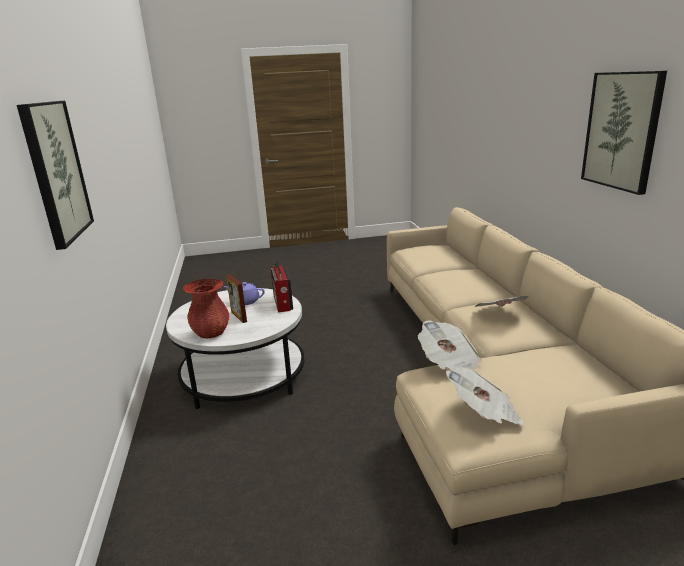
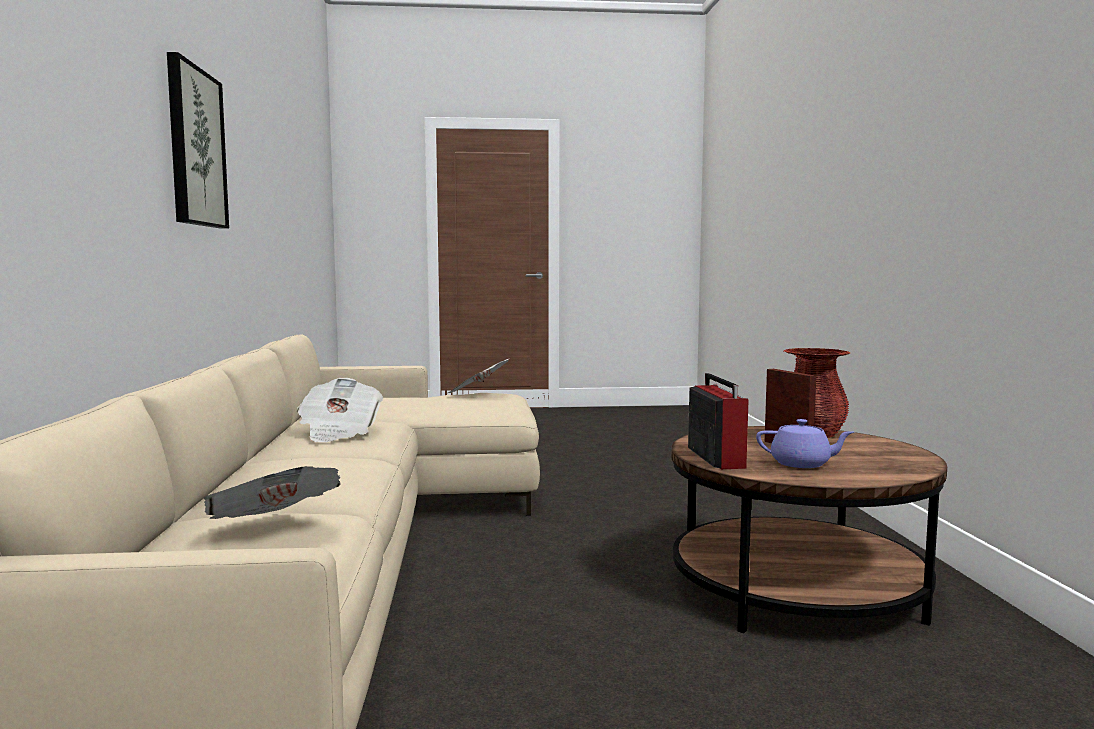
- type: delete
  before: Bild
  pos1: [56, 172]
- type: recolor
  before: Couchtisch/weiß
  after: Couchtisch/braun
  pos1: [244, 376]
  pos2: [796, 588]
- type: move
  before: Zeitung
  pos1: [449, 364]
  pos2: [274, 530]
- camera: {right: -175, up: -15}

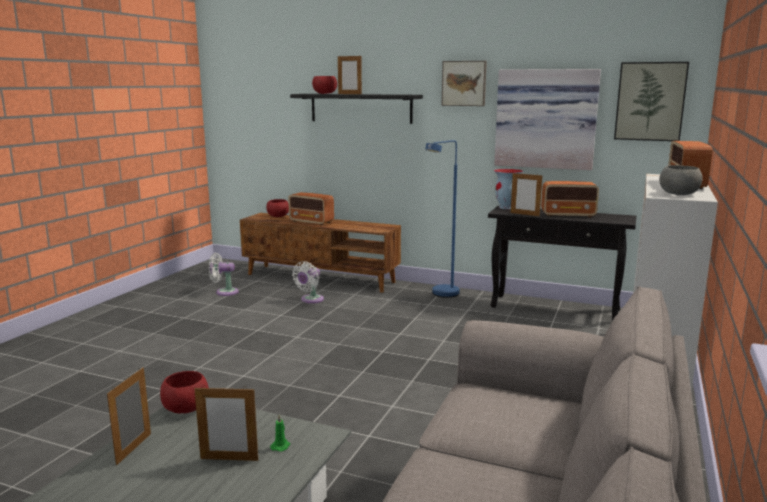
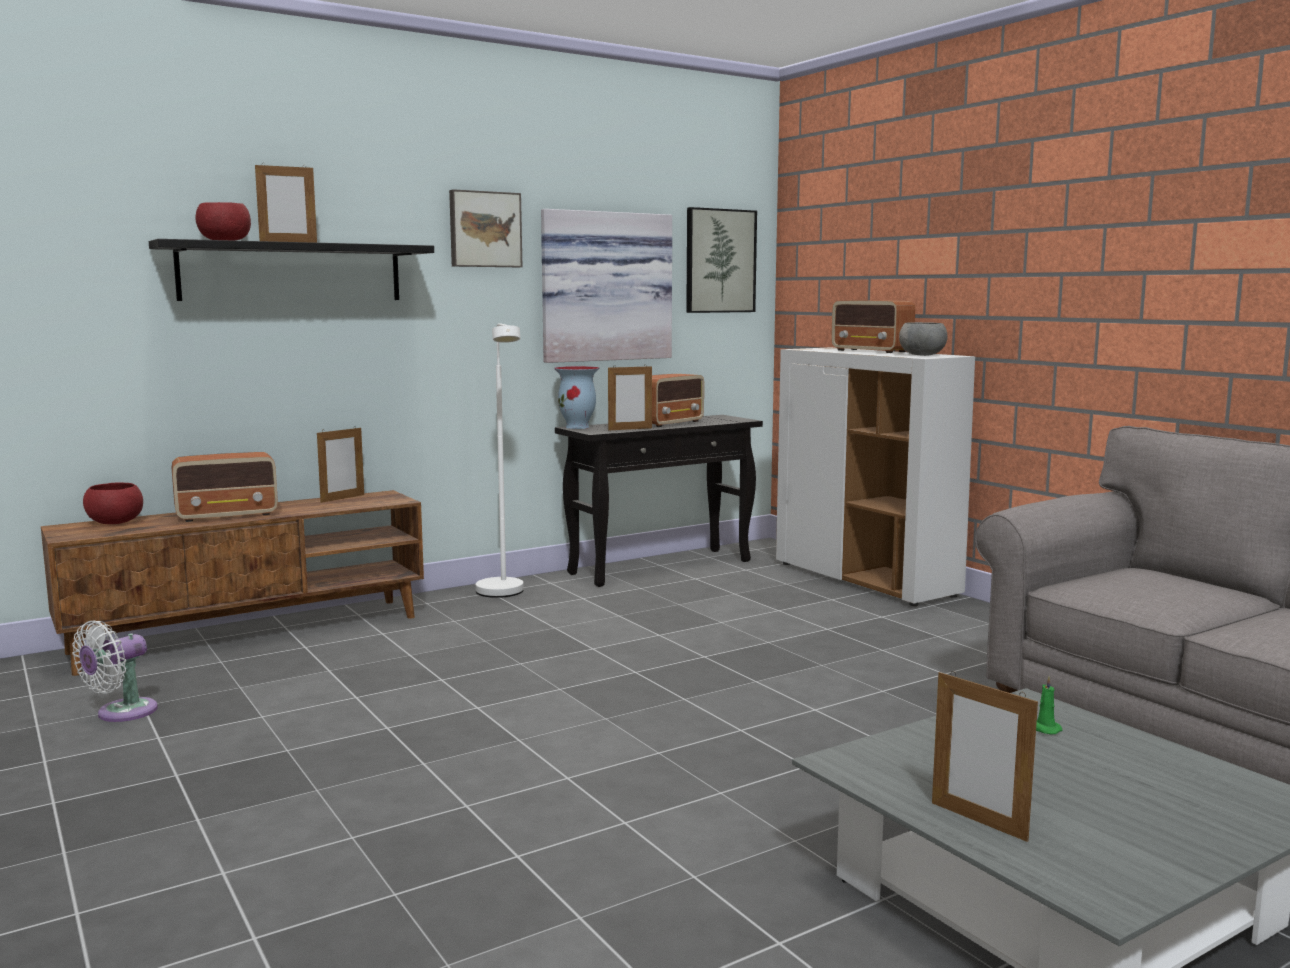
- type: recolor
  before: Stehlampe/blau
  after: Stehlampe/weiß
  pos1: [442, 295]
  pos2: [503, 594]
- type: delete
  before: Ventilator/weiß
  pos1: [310, 300]
- type: delete
  before: Schüssel/rot
  pos1: [185, 408]
- type: move
  before: Bilderrahmen
  pos1: [229, 459]
  pos2: [342, 498]
- camera: {right: -55, up: -5}

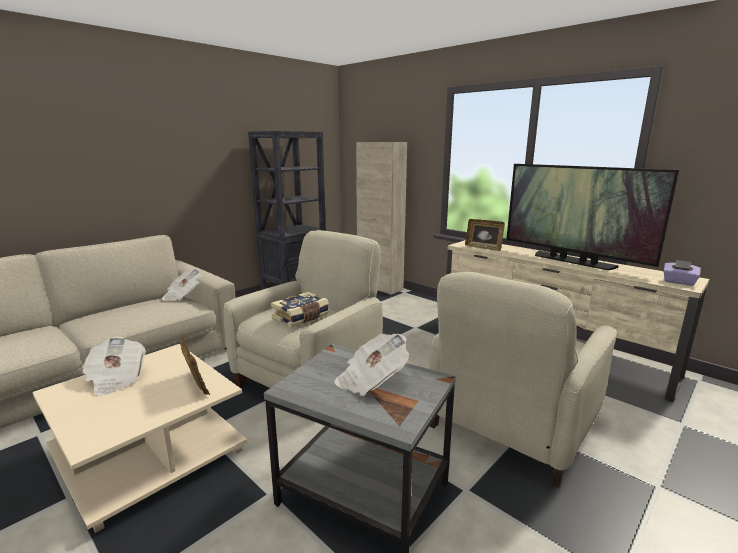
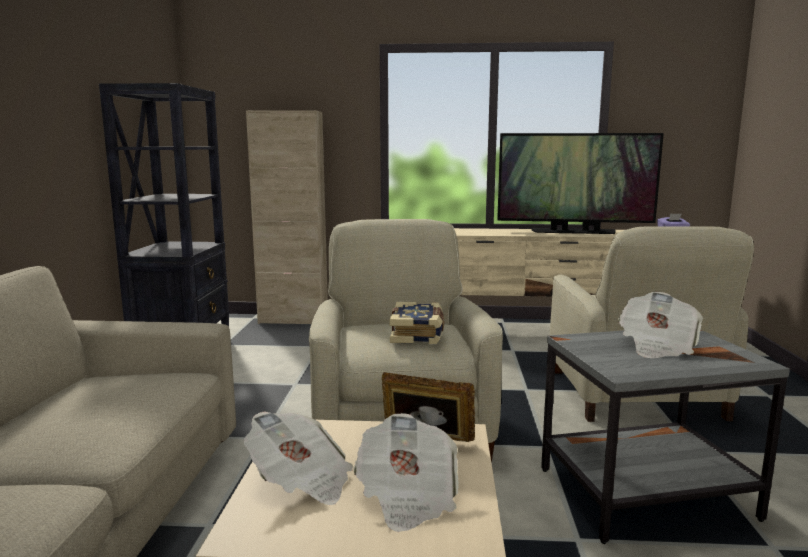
- type: delete
  before: Bilderrahmen
  pos1: [483, 248]
- type: move
  before: Zeitung
  pos1: [183, 295]
  pos2: [407, 497]
- camera: {right: -40, up: -5}

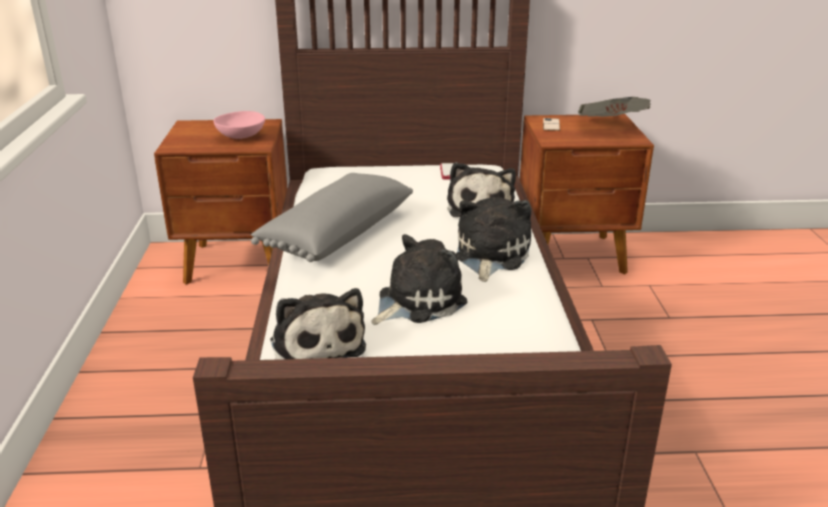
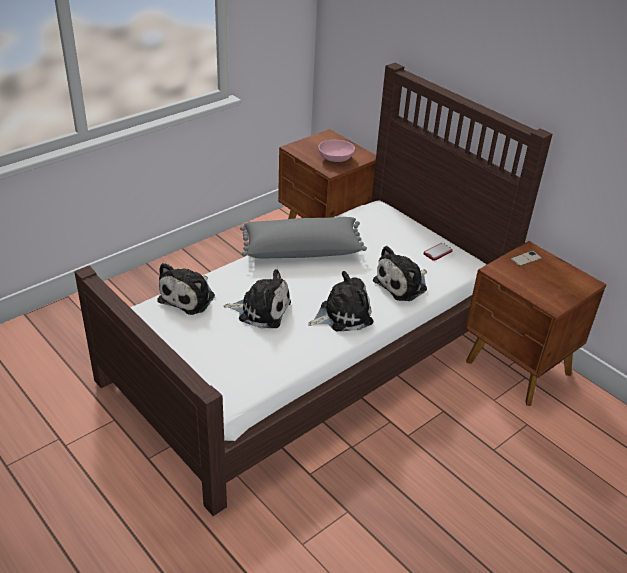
- type: delete
  before: Zeitung
  pos1: [611, 127]
- camera: {right: 50, up: 10}

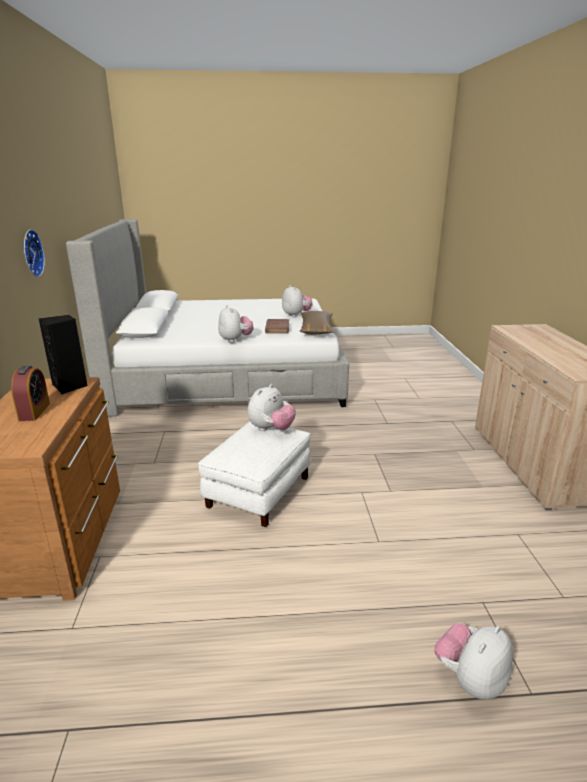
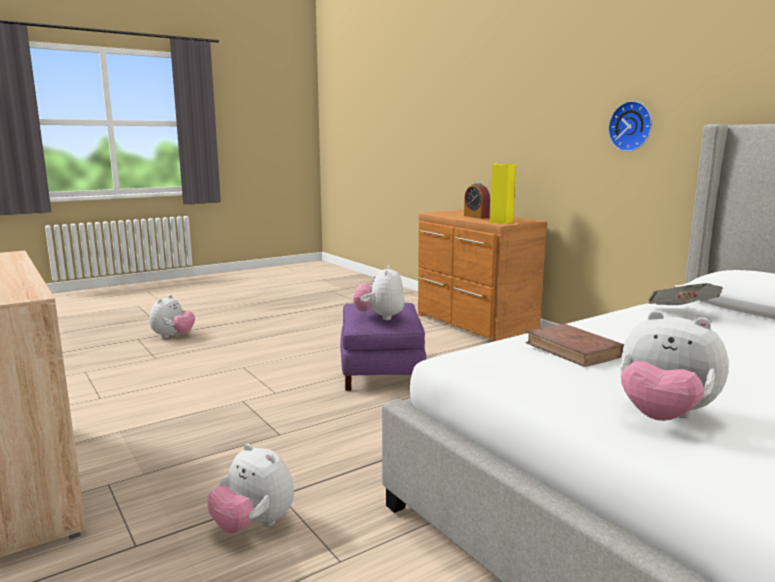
- type: move
  before: Plüschtier
  pos1: [235, 340]
  pos2: [254, 525]
- type: delete
  before: Kissen/braun
  pos1: [316, 329]
- type: recolor
  before: Lautsprecher/schwarz
  after: Lautsprecher/gelb
  pos1: [70, 386]
  pos2: [499, 222]
- type: recolor
  before: Polsterhocker/weiß
  after: Polsterhocker/lila
  pos1: [258, 491]
  pos2: [382, 371]
- type: insert
  after: Zeitung
  pos2: [681, 313]
- camera: {right: 150, up: -10}

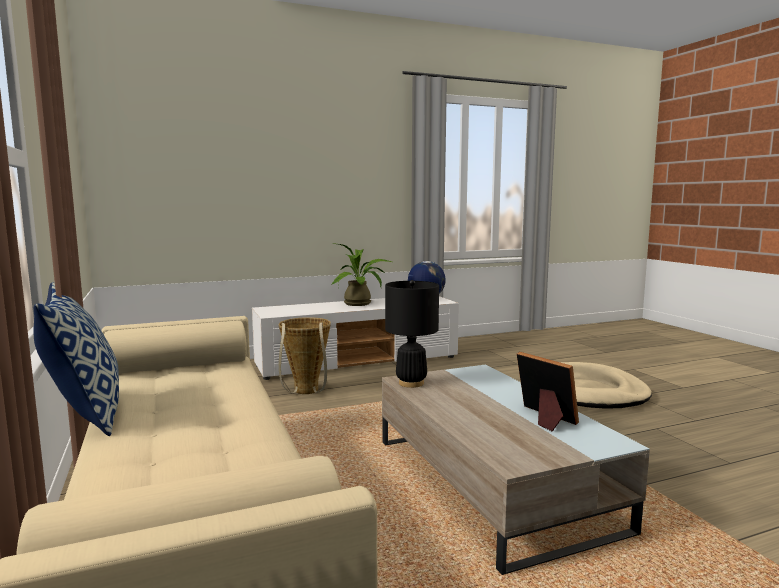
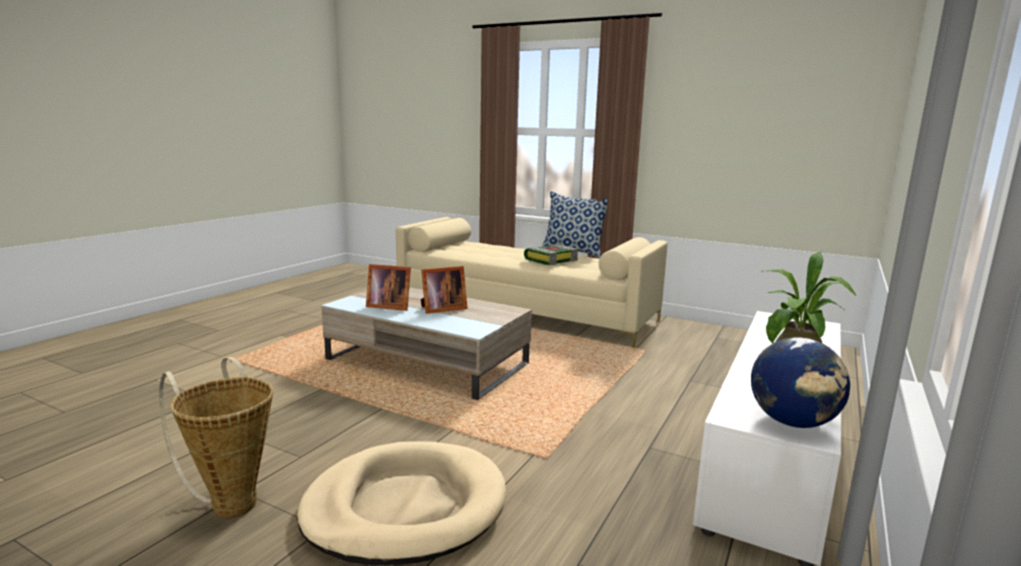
- type: delete
  before: Tischlampe/schwarz
  pos1: [411, 383]
- type: move
  before: Korb
  pos1: [305, 393]
  pos2: [231, 501]
- type: insert
  after: Buch
  pos2: [551, 260]
- type: insert
  after: Bilderrahmen
  pos2: [441, 309]
- camera: {right: 140, up: 5}

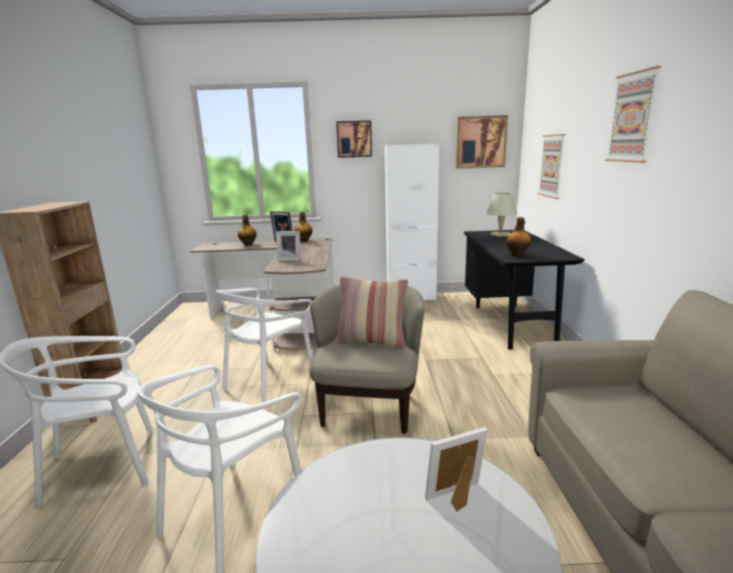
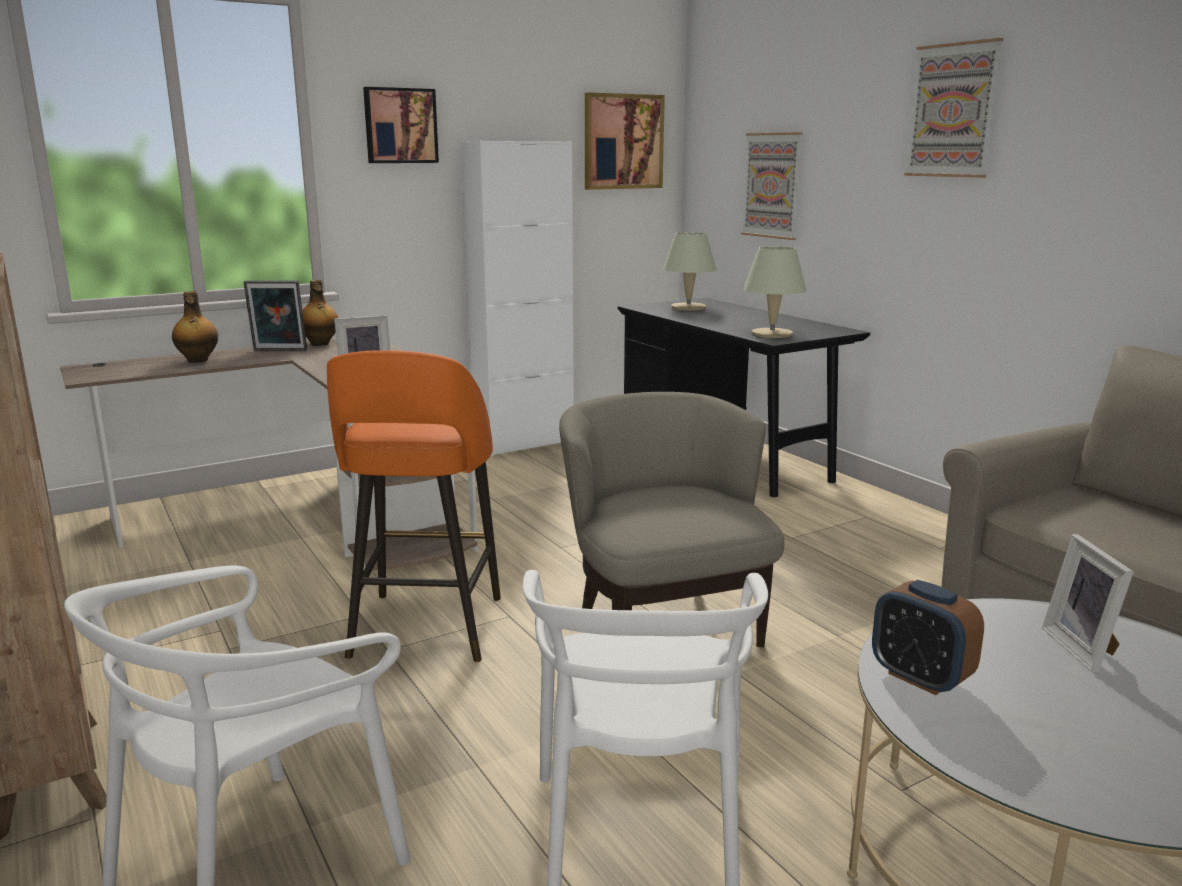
- type: replace
  before: Flasche
  after: Tischlampe/beige
  pos1: [517, 255]
  pos2: [772, 334]
- type: delete
  before: Kissen
  pos1: [372, 341]
- type: replace
  before: Stuhl/weiß
  after: Hocker/orange
  pos1: [269, 380]
  pos2: [425, 629]
- type: rotate
  before: Bilderrahmen
  pos1: [457, 498]
  pos2: [1084, 649]
  turn: -45
- type: insert
  after: Wecker
  pos2: [920, 678]
- camera: {right: -30, up: 0}

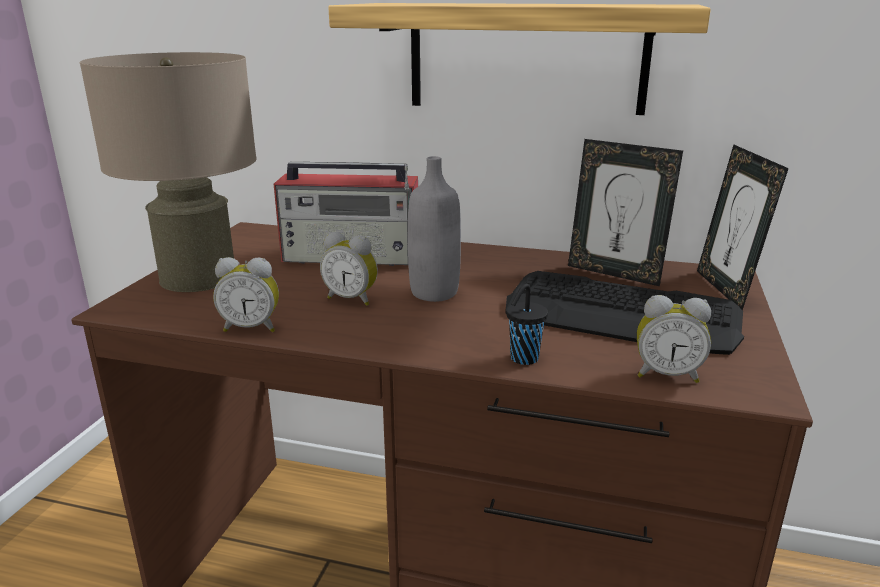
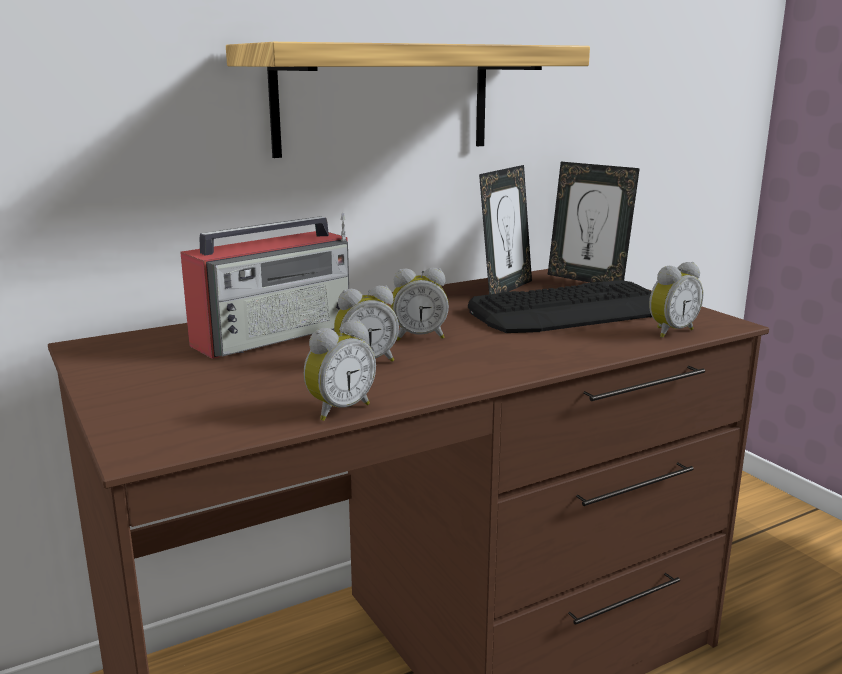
- type: delete
  before: Tischlampe/beige
  pos1: [198, 277]
- type: rotate
  before: Bilderrahmen
  pos1: [615, 273]
  pos2: [505, 289]
  turn: -45
- type: replace
  before: Flasche/grau
  after: Wecker
  pos1: [434, 293]
  pos2: [419, 337]
- type: delete
  before: Tasse/schwarz
  pos1: [523, 359]
- camera: {right: -45, up: -5}

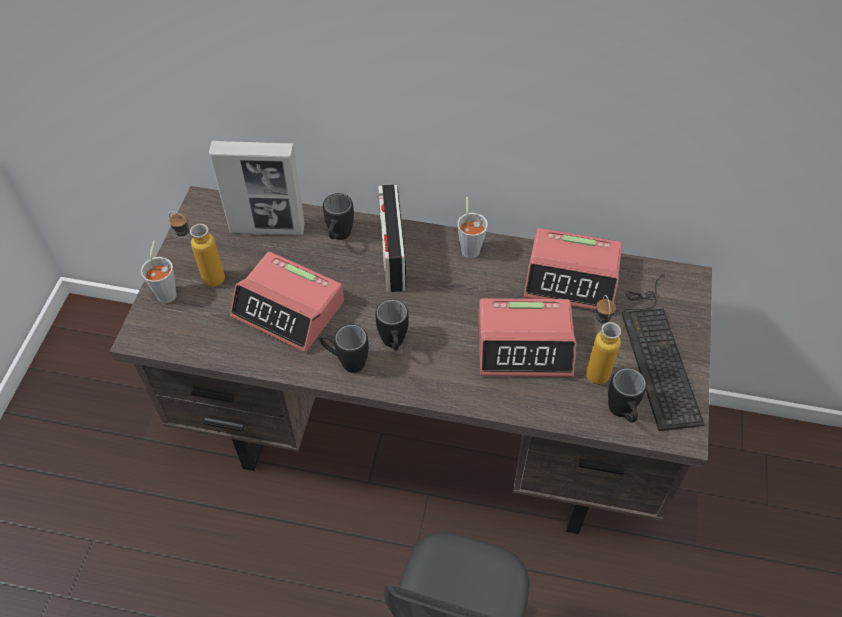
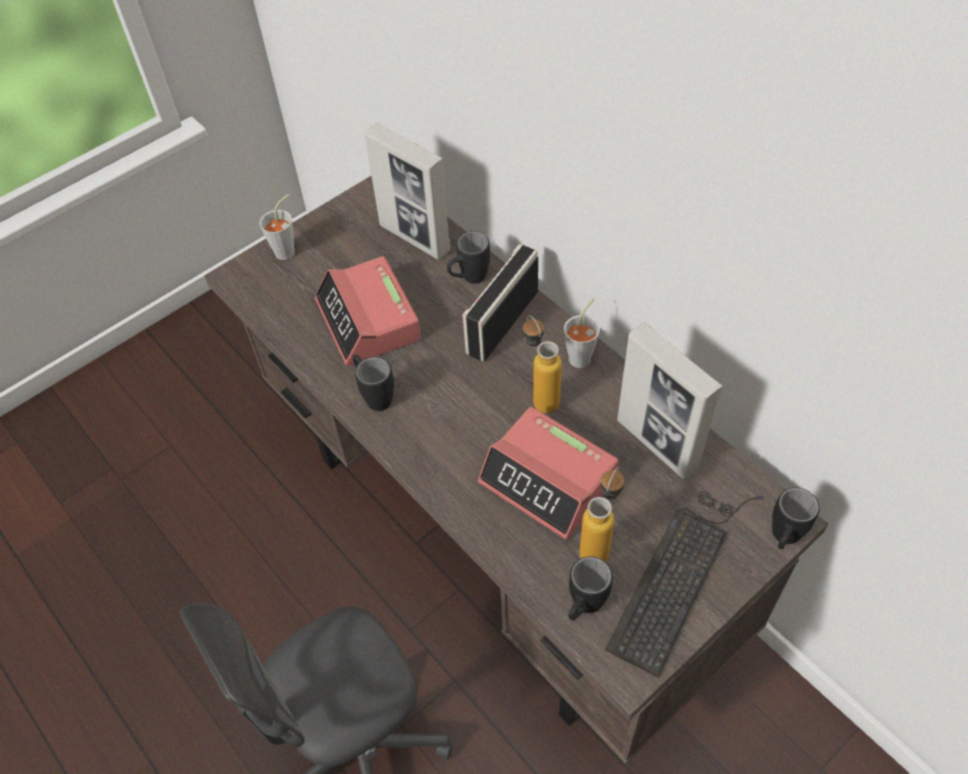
- type: move
  before: Flasche
  pos1: [205, 276]
  pos2: [540, 395]
- type: replace
  before: Wecker
  after: Bilderrahmen
  pos1: [571, 279]
  pos2: [657, 444]
- type: move
  before: Henkelbecher/schwarz
  pos1: [394, 345]
  pos2: [782, 540]
- camera: {right: 40, up: 0}

